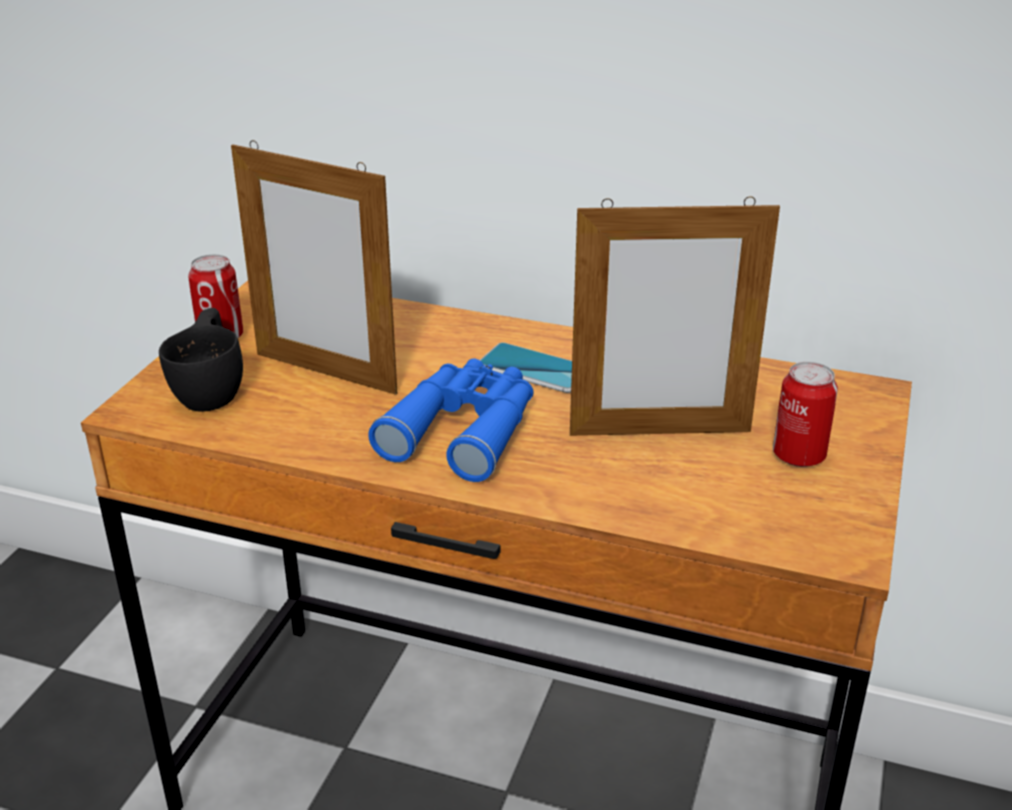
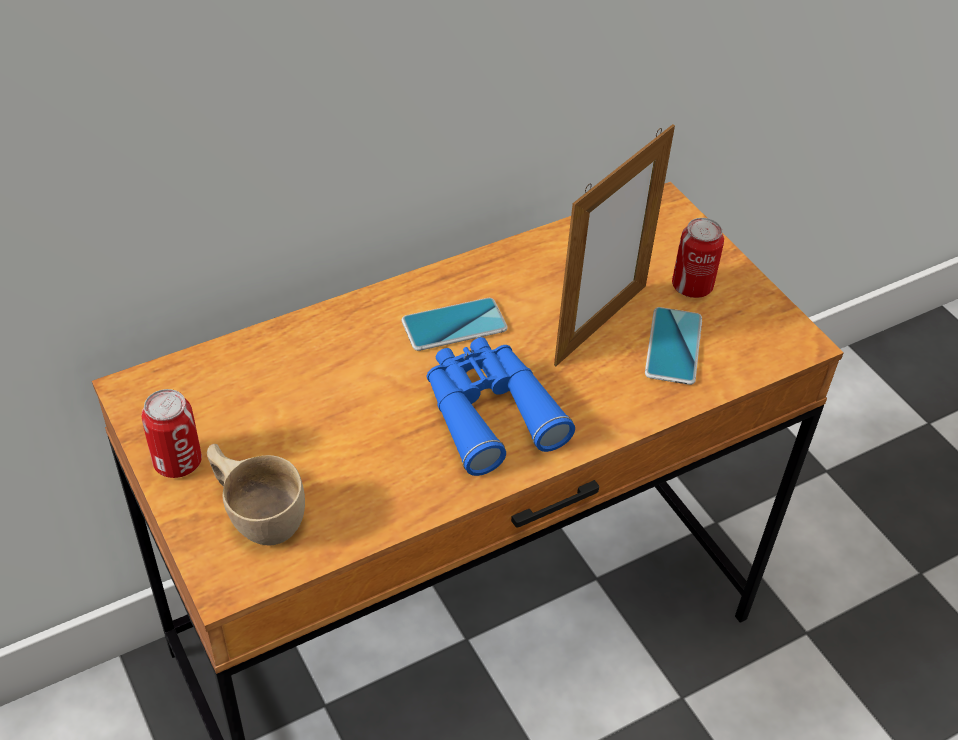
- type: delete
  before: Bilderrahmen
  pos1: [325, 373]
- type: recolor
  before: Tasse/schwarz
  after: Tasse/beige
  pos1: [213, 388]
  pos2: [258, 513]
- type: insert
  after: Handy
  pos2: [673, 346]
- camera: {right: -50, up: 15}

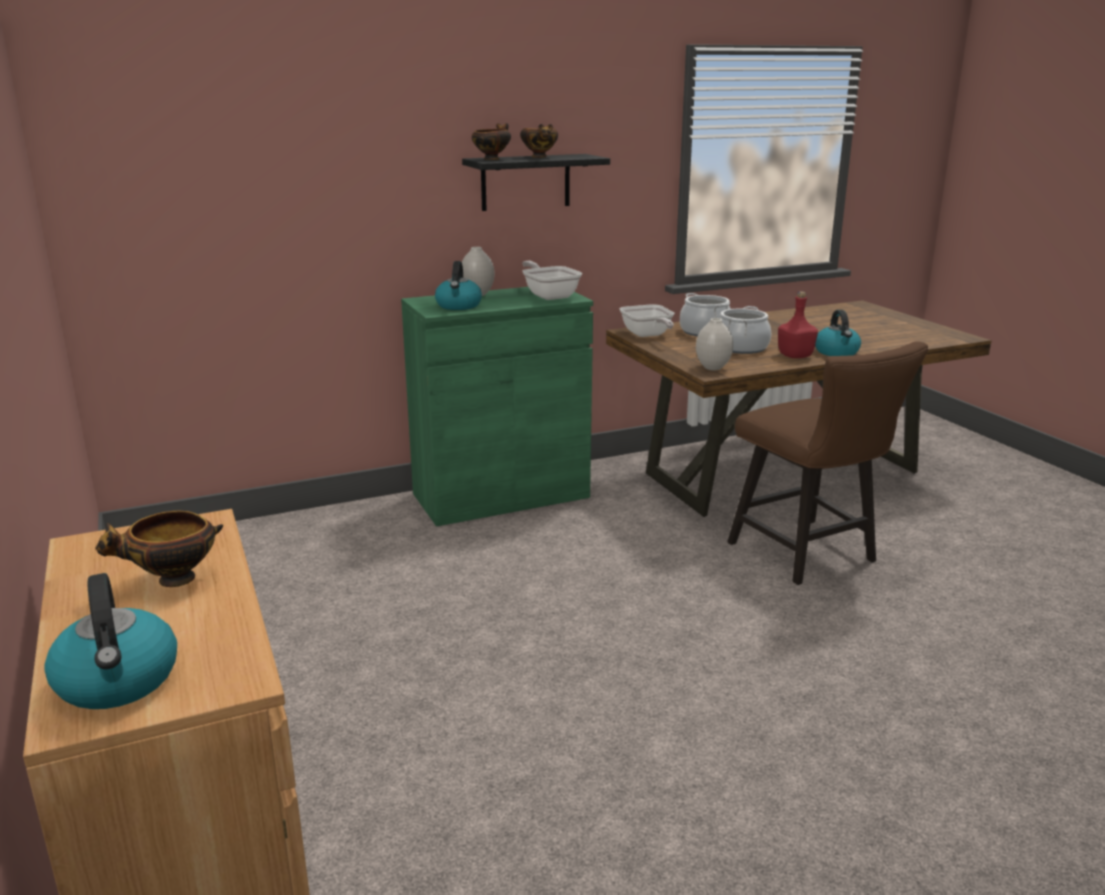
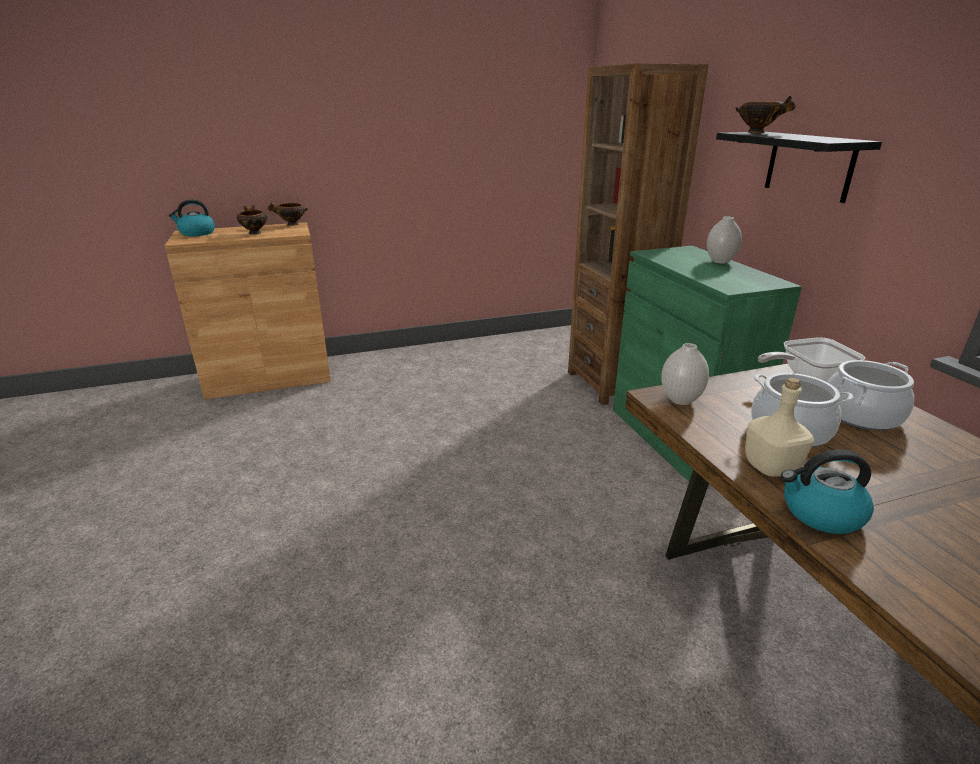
- type: move
  before: Schüssel
  pos1: [540, 157]
  pos2: [291, 224]
- type: delete
  before: Wasserkessel
  pos1: [459, 306]
- type: delete
  before: Pfanne
  pos1: [549, 295]
- type: recolor
  before: Flasche/rot
  after: Flasche/beige
  pos1: [794, 356]
  pos2: [769, 467]
- type: delete
  before: Stuhl/braun
  pos1: [809, 556]
- type: insert
  after: Bücherregal/braun
  pos2: [612, 383]
- camera: {right: 95, up: 5}

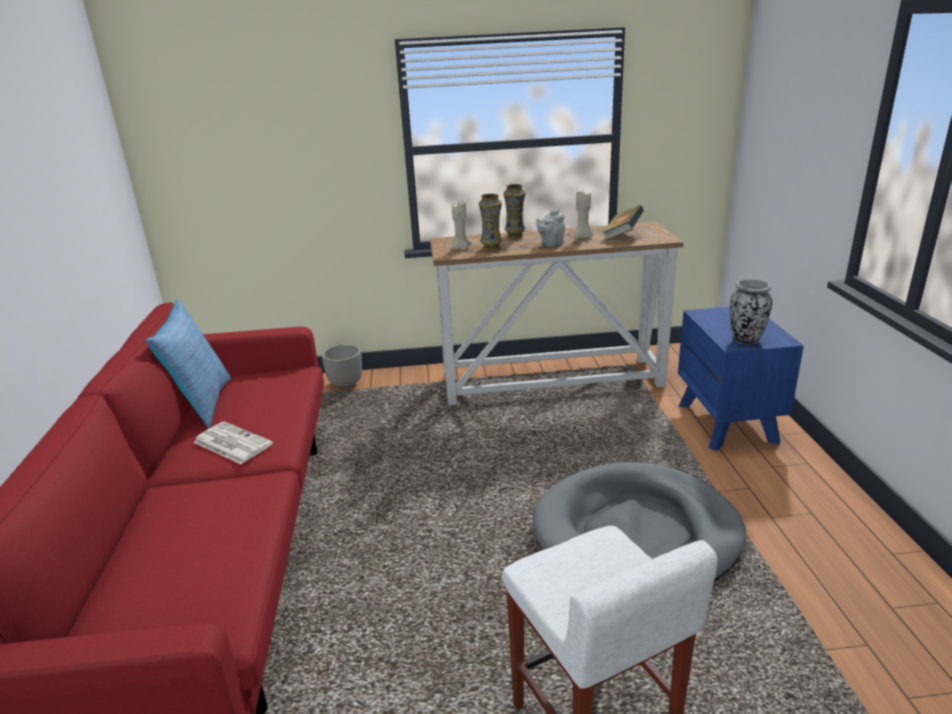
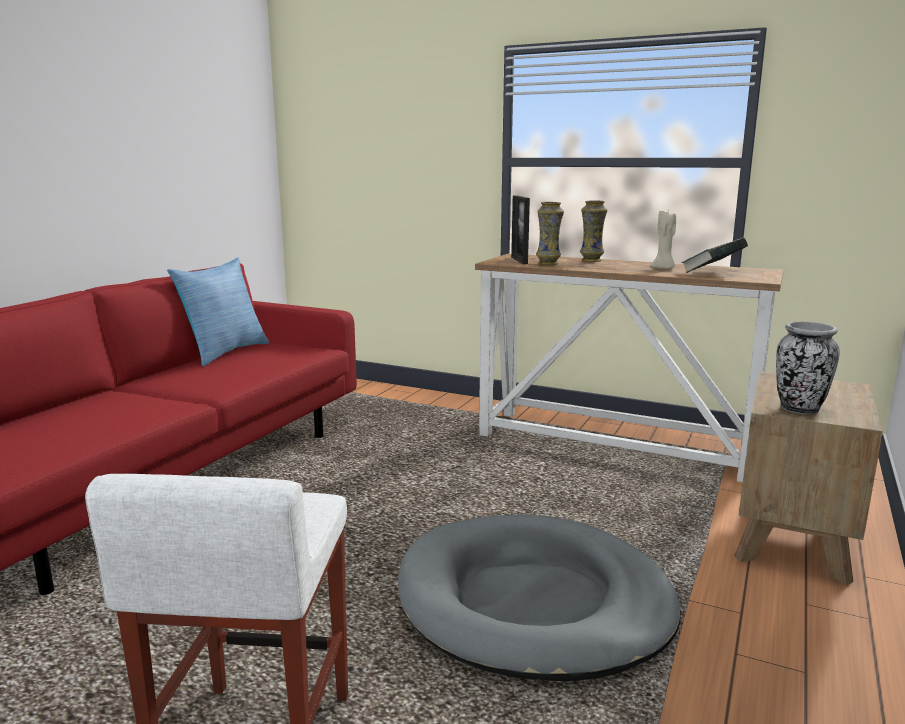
- type: replace
  before: Kerze/beige
  after: Bilderrahmen
  pos1: [460, 248]
  pos2: [519, 260]
- type: delete
  before: Teekanne/grau
  pos1: [550, 244]
- type: recolor
  before: Nachttisch/blau
  after: Nachttisch/braun
  pos1: [727, 423]
  pos2: [793, 540]
- type: delete
  before: Pflanzkübel
  pos1: [345, 384]
- type: delete
  before: Zeitung
  pos1: [231, 443]
- camera: {right: 30, up: -10}

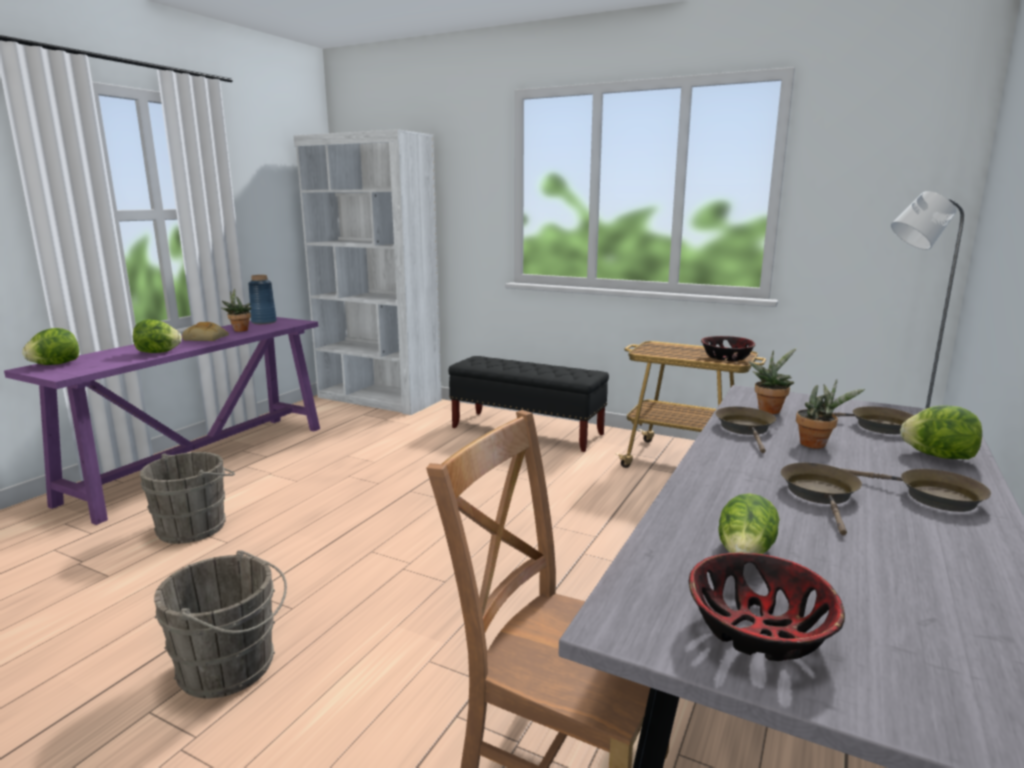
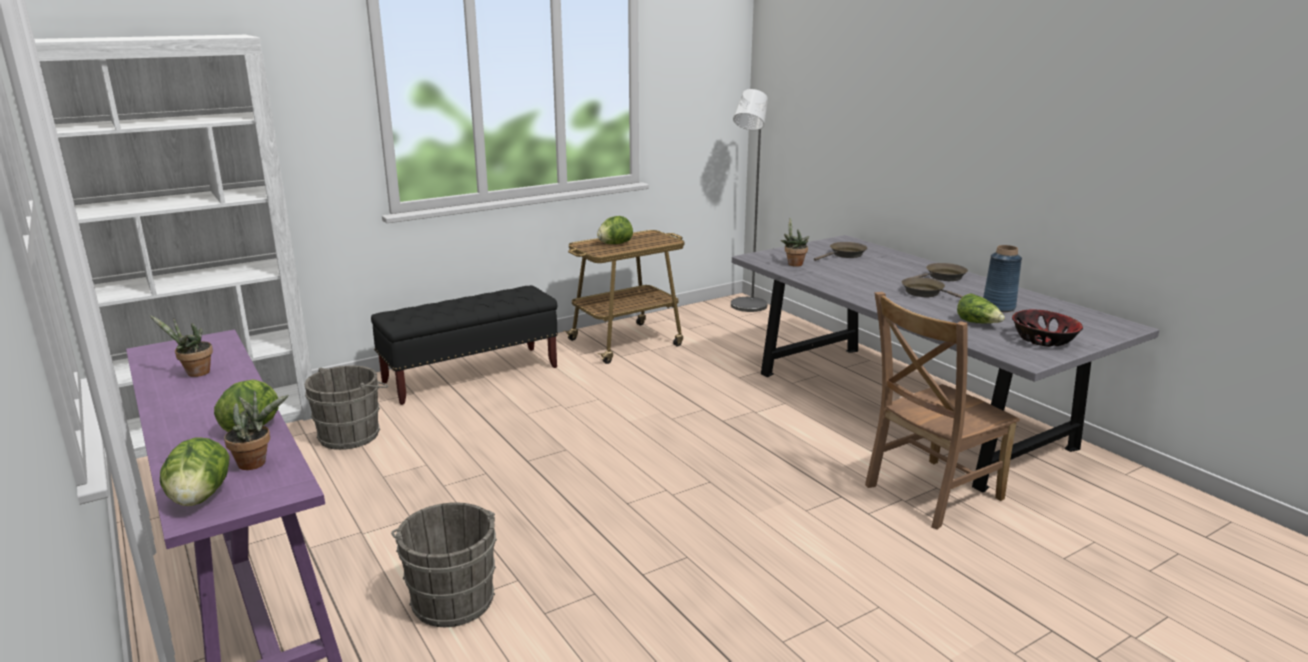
- type: move
  before: Vase/blau
  pos1: [264, 322]
  pos2: [998, 307]
- type: delete
  before: Brot
  pos1: [207, 338]
- type: delete
  before: Schüssel
  pos1: [726, 358]
- type: move
  before: Topfpflanze
  pos1: [817, 445]
  pos2: [256, 463]
- type: move
  before: Salatkopf
  pos1: [937, 456]
  pos2: [615, 244]
- type: delete
  before: Pfanne/braun
  pos1: [746, 429]
- type: move
  before: Eimer/grau
  pos1: [232, 667]
  pos2: [352, 434]
- camera: {right: -60, up: 5}

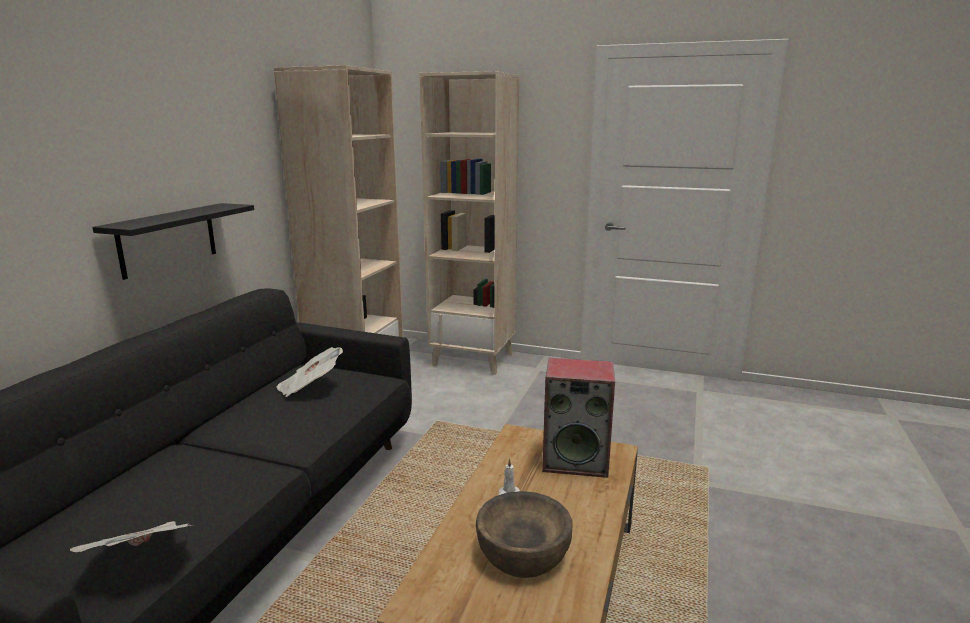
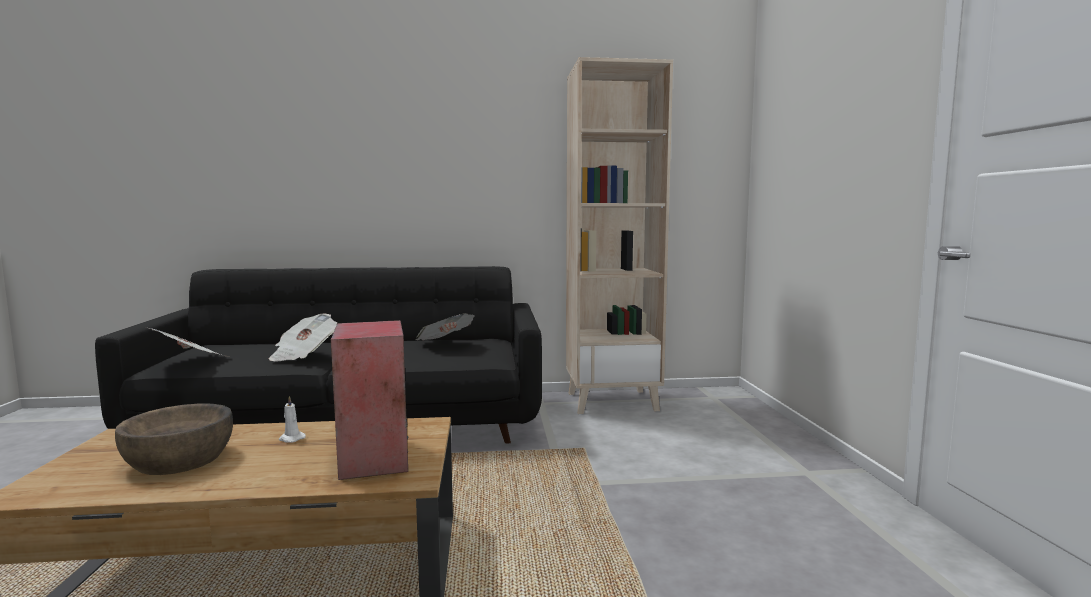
- type: delete
  before: Bücherregal/beige
  pos1: [473, 359]
- type: delete
  before: Wandregal/schwarz
  pos1: [168, 239]
- type: insert
  after: Zeitung
  pos2: [303, 355]
- camera: {right: 65, up: -10}

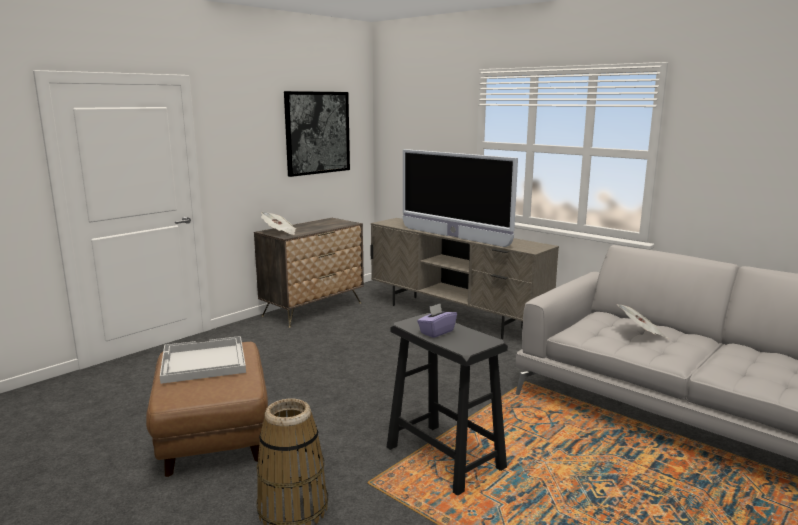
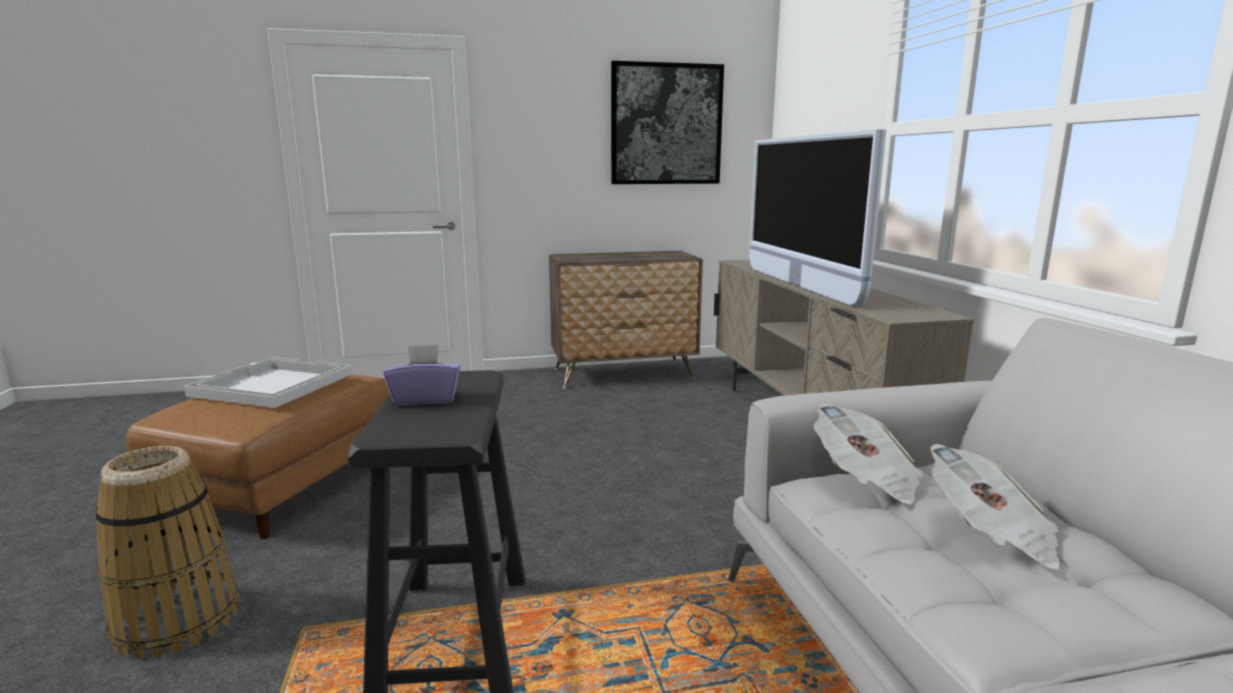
- type: move
  before: Zeitung
  pos1: [279, 232]
  pos2: [866, 479]
- camera: {right: 35, up: 0}

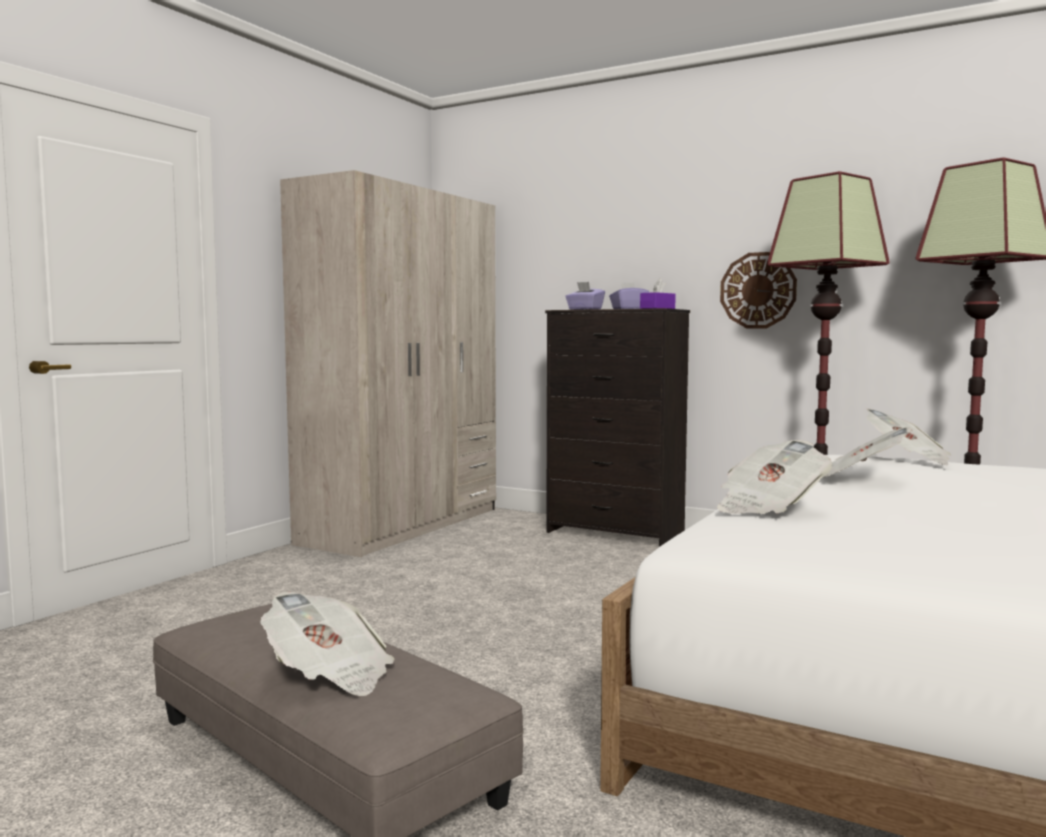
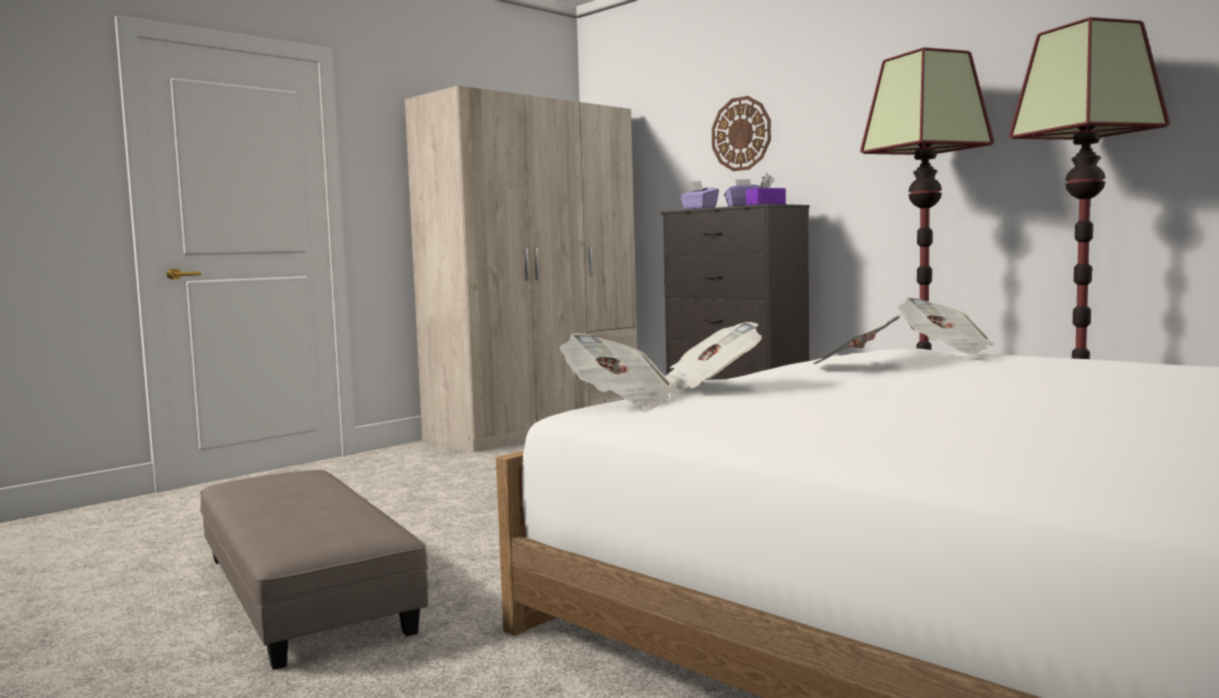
- type: move
  before: Wanduhr
  pos1: [758, 290]
  pos2: [741, 134]
- type: move
  before: Zeitung
  pos1: [330, 675]
  pos2: [619, 401]
- camera: {right: 15, up: 0}

